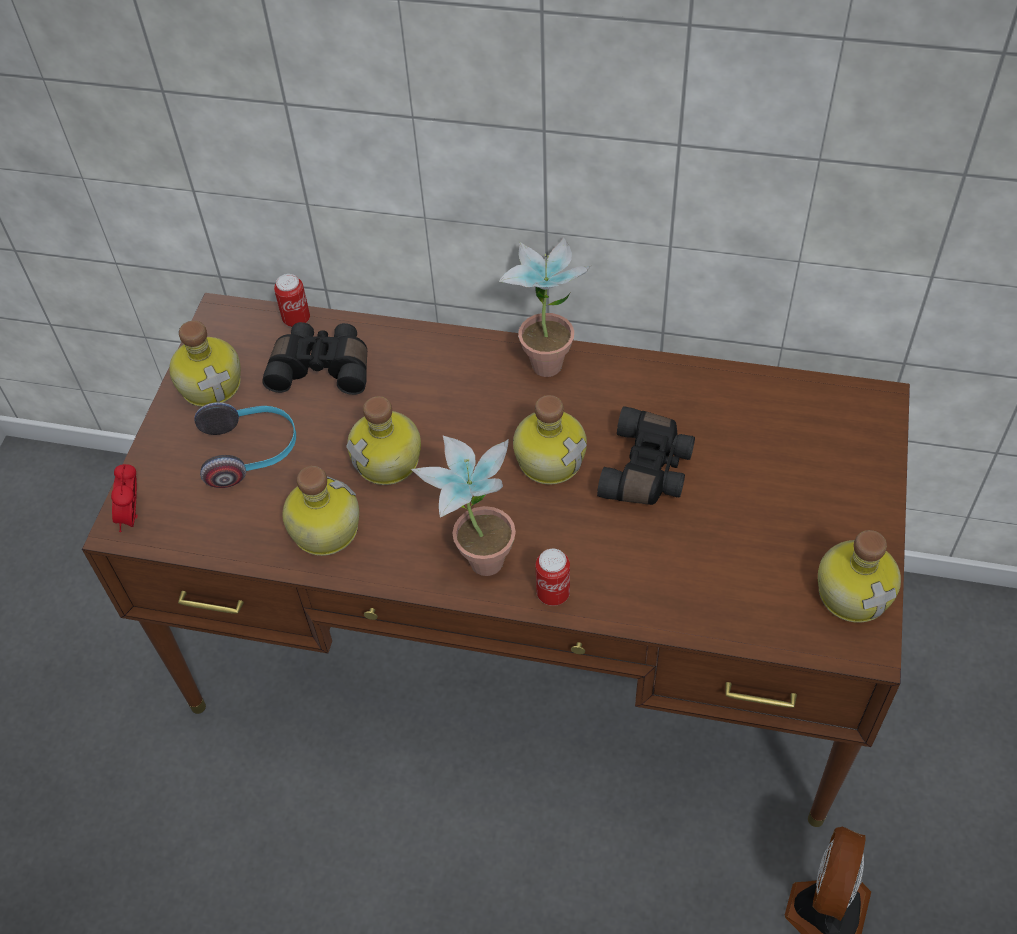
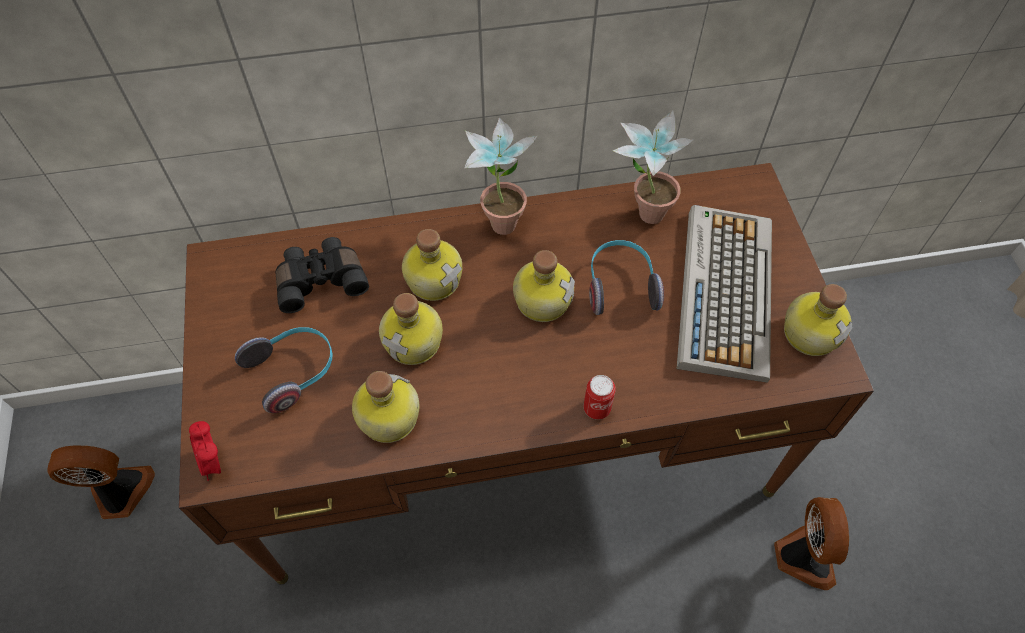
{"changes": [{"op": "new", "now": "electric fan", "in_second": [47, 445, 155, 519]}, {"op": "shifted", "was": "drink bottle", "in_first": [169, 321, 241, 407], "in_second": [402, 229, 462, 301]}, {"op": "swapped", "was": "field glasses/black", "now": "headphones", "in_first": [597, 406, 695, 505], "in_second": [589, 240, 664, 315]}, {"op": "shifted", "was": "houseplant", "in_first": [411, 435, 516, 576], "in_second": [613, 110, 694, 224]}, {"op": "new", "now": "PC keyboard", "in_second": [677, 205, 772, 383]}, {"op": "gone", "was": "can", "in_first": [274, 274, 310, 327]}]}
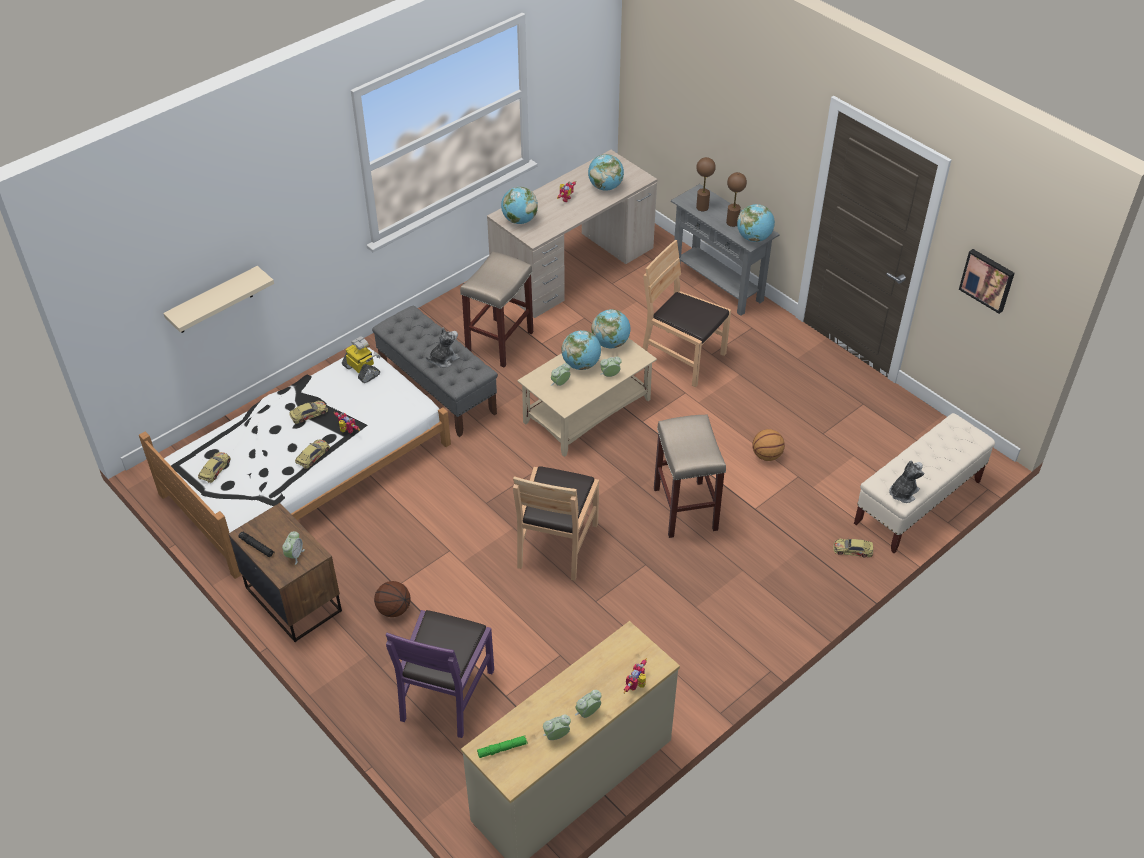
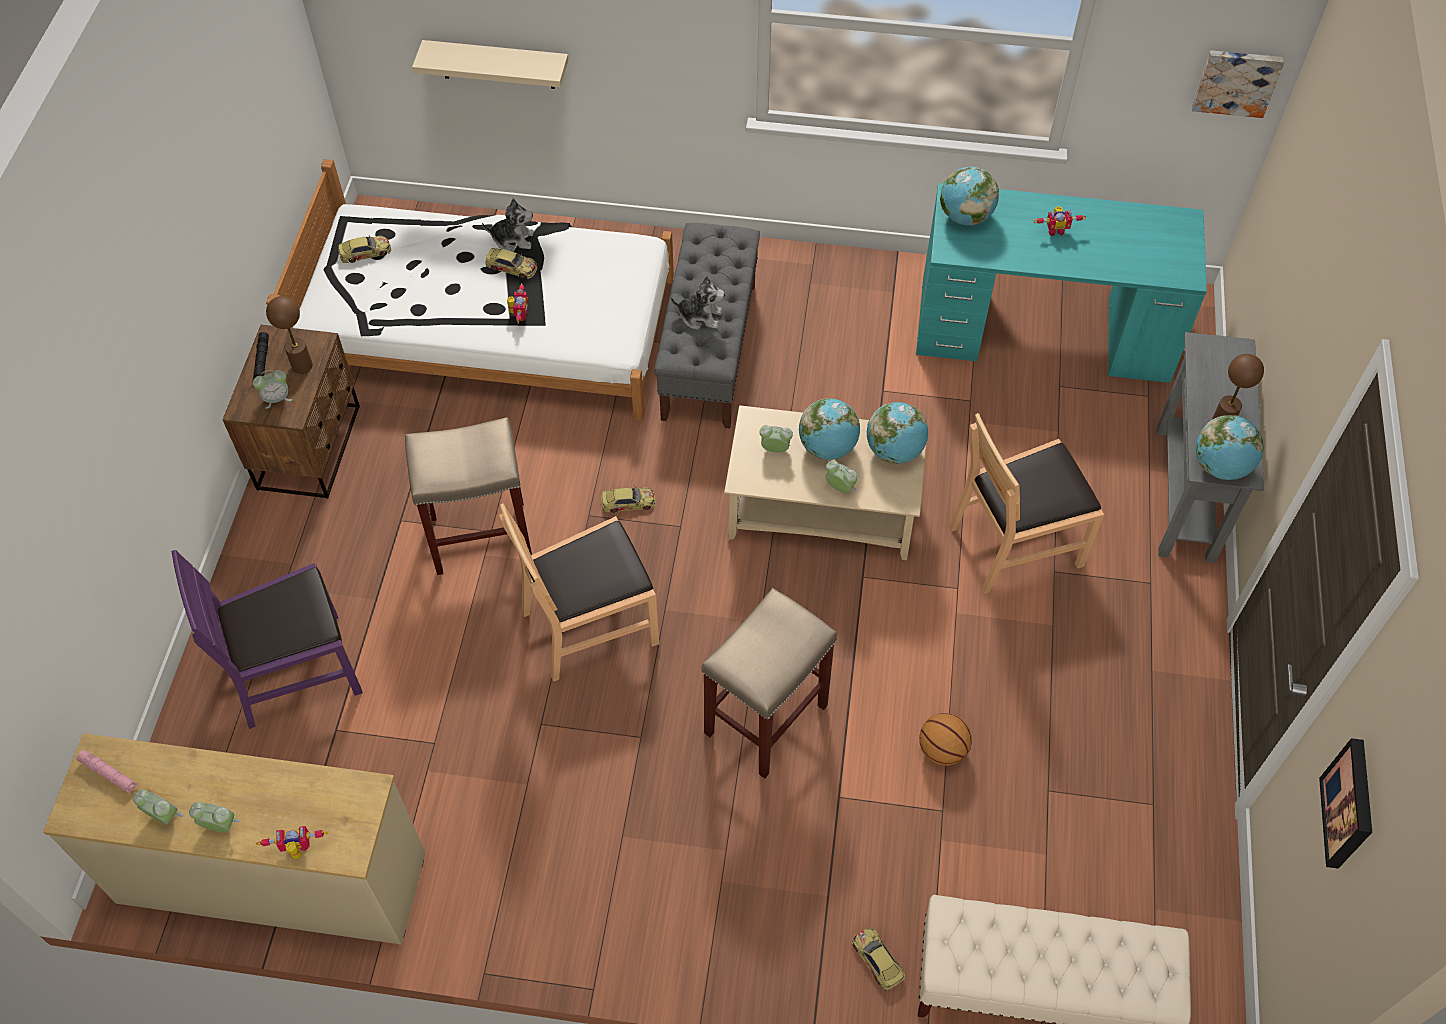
{"changes": [{"op": "repainted", "was": "hand torch/green-coloured", "now": "hand torch/pink-coloured", "in_first": [477, 735, 528, 758], "in_second": [77, 750, 138, 794]}, {"op": "shifted", "was": "table lamp/brown", "in_first": [696, 157, 716, 211], "in_second": [266, 296, 313, 374]}, {"op": "shifted", "was": "stool seat/beige-coloured", "in_first": [460, 252, 533, 368], "in_second": [405, 417, 532, 575]}, {"op": "shifted", "was": "plush toy", "in_first": [889, 461, 924, 503], "in_second": [482, 198, 534, 252]}, {"op": "shifted", "was": "model car", "in_first": [295, 440, 330, 469], "in_second": [601, 486, 655, 513]}, {"op": "repainted", "was": "desk/beige-coloured", "now": "desk/turquoise-coloured", "in_first": [487, 150, 657, 318], "in_second": [916, 183, 1207, 383]}, {"op": "rotated", "was": "upright chair/brown", "in_first": [642, 240, 731, 387], "in_second": [949, 413, 1104, 594], "clockwise": -105}, {"op": "new", "now": "wall art", "in_second": [1192, 50, 1284, 118]}, {"op": "gone", "was": "model robot", "in_first": [342, 336, 380, 383]}, {"op": "gone", "was": "basketball", "in_first": [374, 581, 411, 617]}, {"op": "gone", "was": "world globe", "in_first": [588, 154, 624, 191]}]}
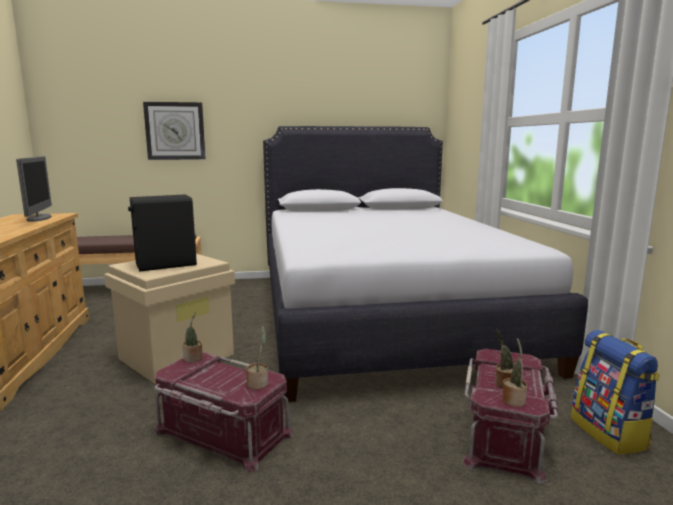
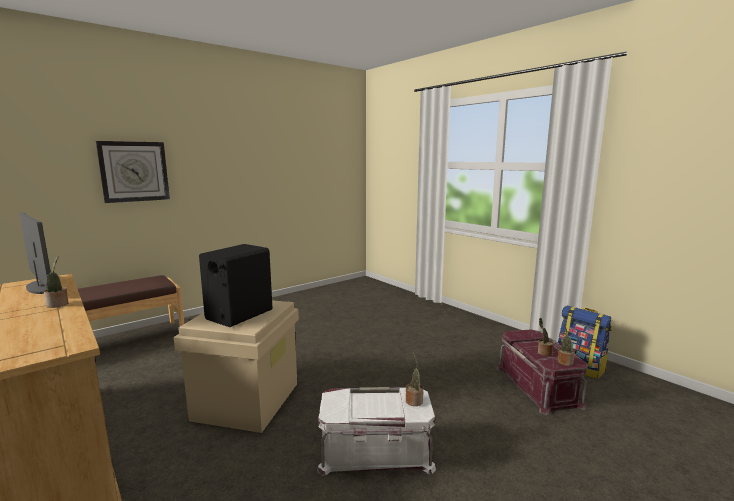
{"changes": [{"op": "shifted", "was": "houseplant", "in_first": [182, 312, 203, 363], "in_second": [44, 256, 69, 308]}, {"op": "repainted", "was": "storage box/red", "now": "storage box/whitish", "in_first": [154, 352, 294, 472], "in_second": [317, 387, 436, 476]}, {"op": "gone", "was": "bed/whitish", "in_first": [263, 126, 588, 402]}]}
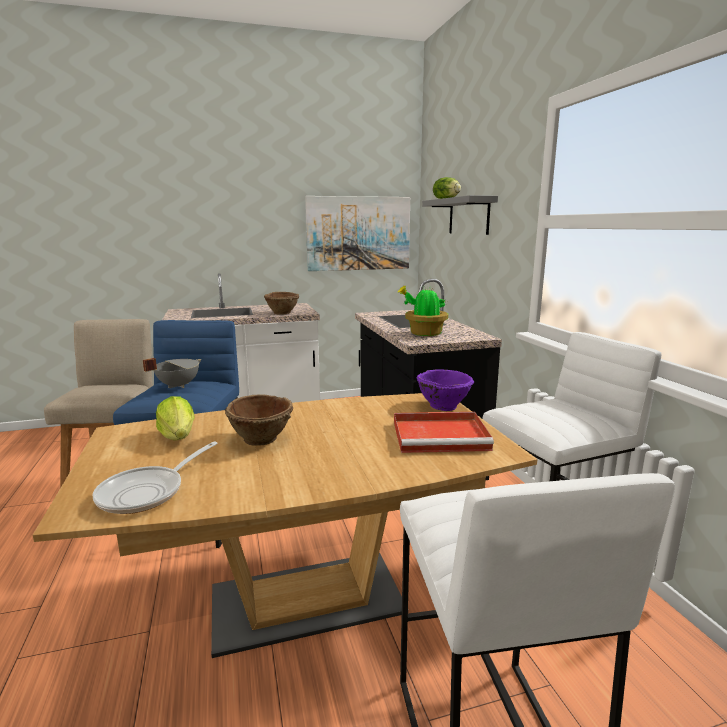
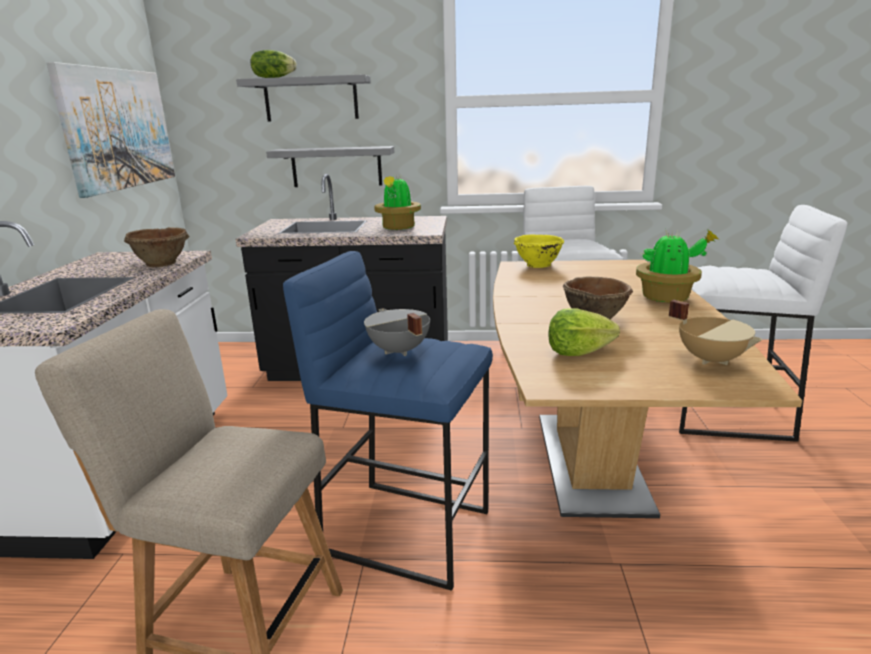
{"changes": [{"op": "new", "now": "bracket shelf/greyish", "in_second": [266, 146, 394, 187]}, {"op": "repainted", "was": "deep dish/purple", "now": "deep dish/yellowish", "in_first": [417, 369, 474, 411], "in_second": [514, 235, 564, 268]}, {"op": "new", "now": "houseplant", "in_second": [636, 230, 719, 303]}, {"op": "swapped", "was": "frying pan", "now": "cooking pot/beige-coloured", "in_first": [92, 441, 218, 514], "in_second": [669, 300, 762, 365]}, {"op": "gone", "was": "serving tray/red", "in_first": [394, 412, 494, 453]}]}
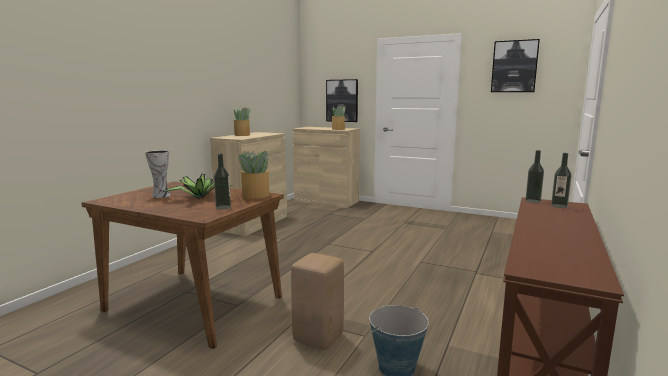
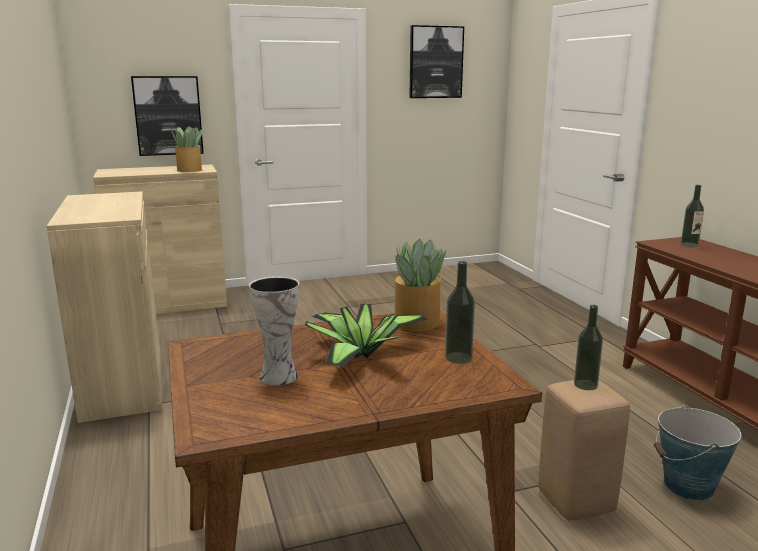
{"changes": [{"op": "shifted", "was": "drink bottle", "in_first": [525, 150, 544, 203], "in_second": [574, 305, 603, 390]}, {"op": "gone", "was": "houseplant", "in_first": [233, 108, 251, 136]}]}
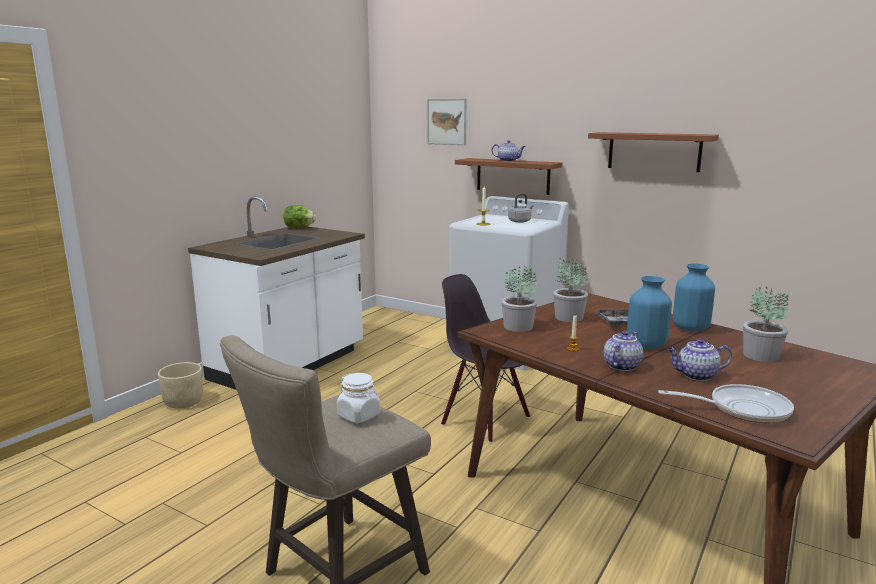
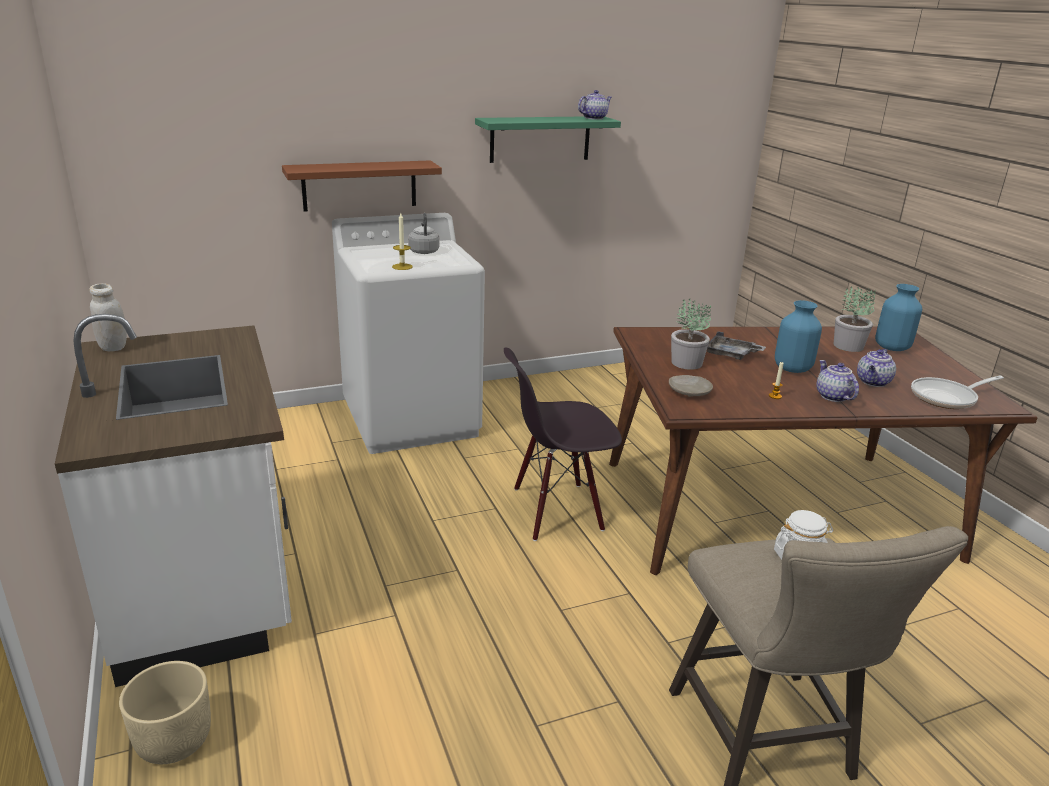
{"changes": [{"op": "swapped", "was": "lettuce", "now": "preserve jar/whitish", "in_first": [283, 205, 316, 228], "in_second": [89, 283, 127, 352]}, {"op": "repainted", "was": "bracket shelf/brown", "now": "bracket shelf/green-coloured", "in_first": [588, 132, 719, 172], "in_second": [475, 116, 621, 163]}, {"op": "shifted", "was": "tea pot", "in_first": [492, 140, 525, 162], "in_second": [578, 90, 612, 120]}, {"op": "swapped", "was": "houseplant", "now": "flat dish/beige-coloured", "in_first": [501, 265, 537, 332], "in_second": [669, 375, 713, 397]}, {"op": "shifted", "was": "vase/blue-coloured", "in_first": [673, 264, 715, 331], "in_second": [875, 284, 922, 351]}, {"op": "rotated", "was": "frying pan", "in_first": [658, 384, 794, 423], "in_second": [911, 376, 1004, 409], "clockwise": -150}, {"op": "gone", "was": "wall art", "in_first": [427, 99, 466, 145]}]}
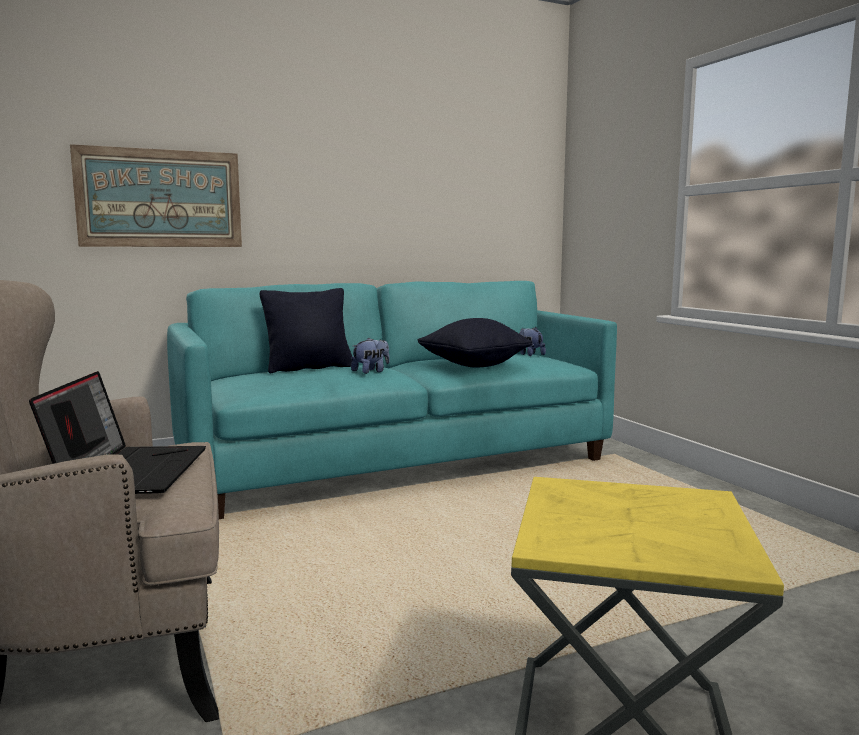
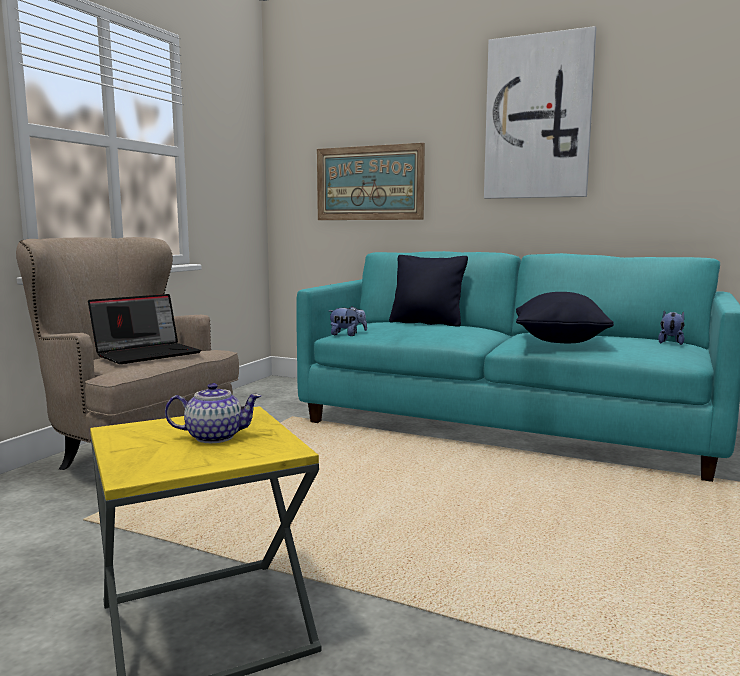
{"changes": [{"op": "new", "now": "tea pot", "in_second": [165, 383, 261, 443]}, {"op": "shifted", "was": "plush toy", "in_first": [351, 338, 390, 374], "in_second": [329, 306, 367, 336]}, {"op": "new", "now": "wall art", "in_second": [484, 26, 596, 199]}]}
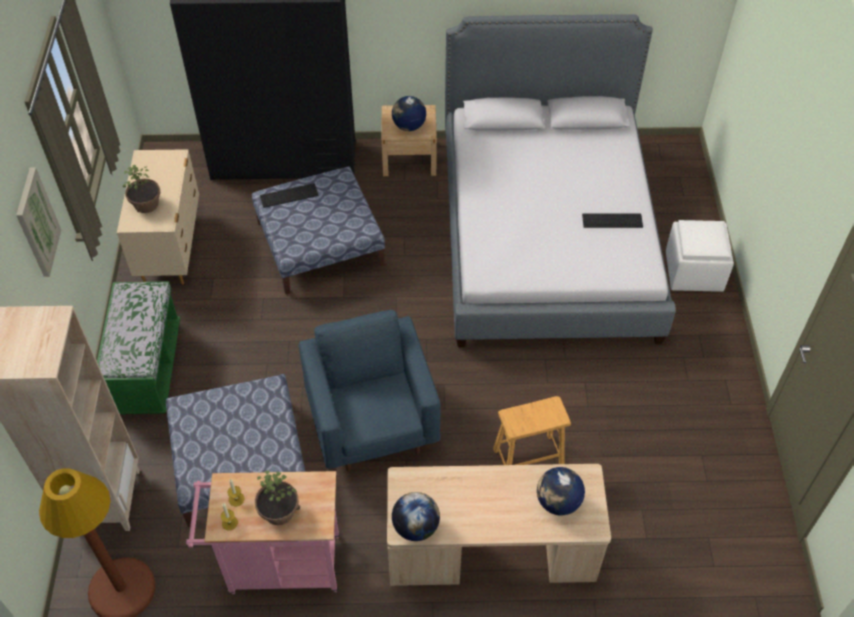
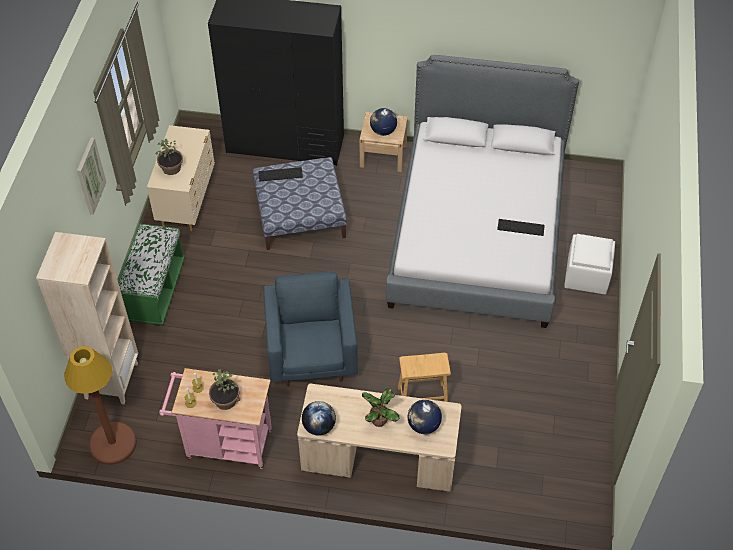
{"changes": [{"op": "new", "now": "houseplant", "in_second": [362, 389, 399, 427]}, {"op": "gone", "was": "ottoman", "in_first": [166, 374, 305, 527]}]}
